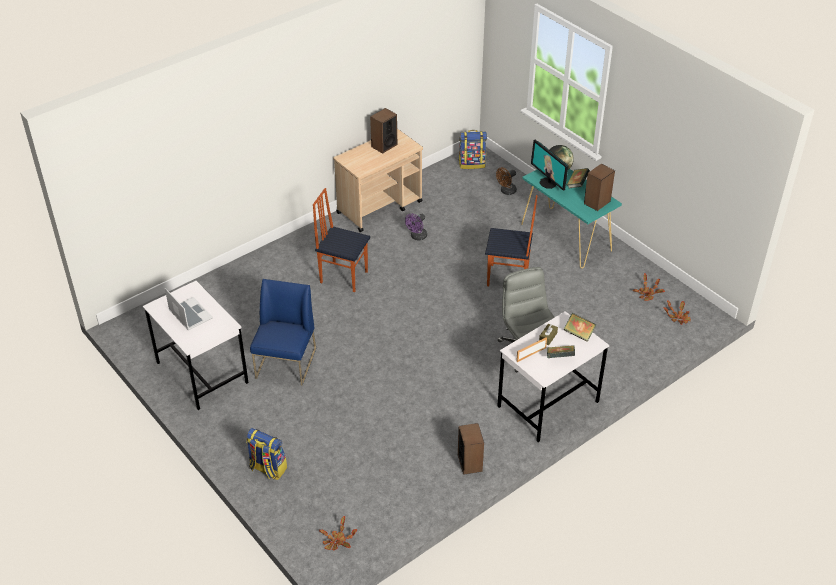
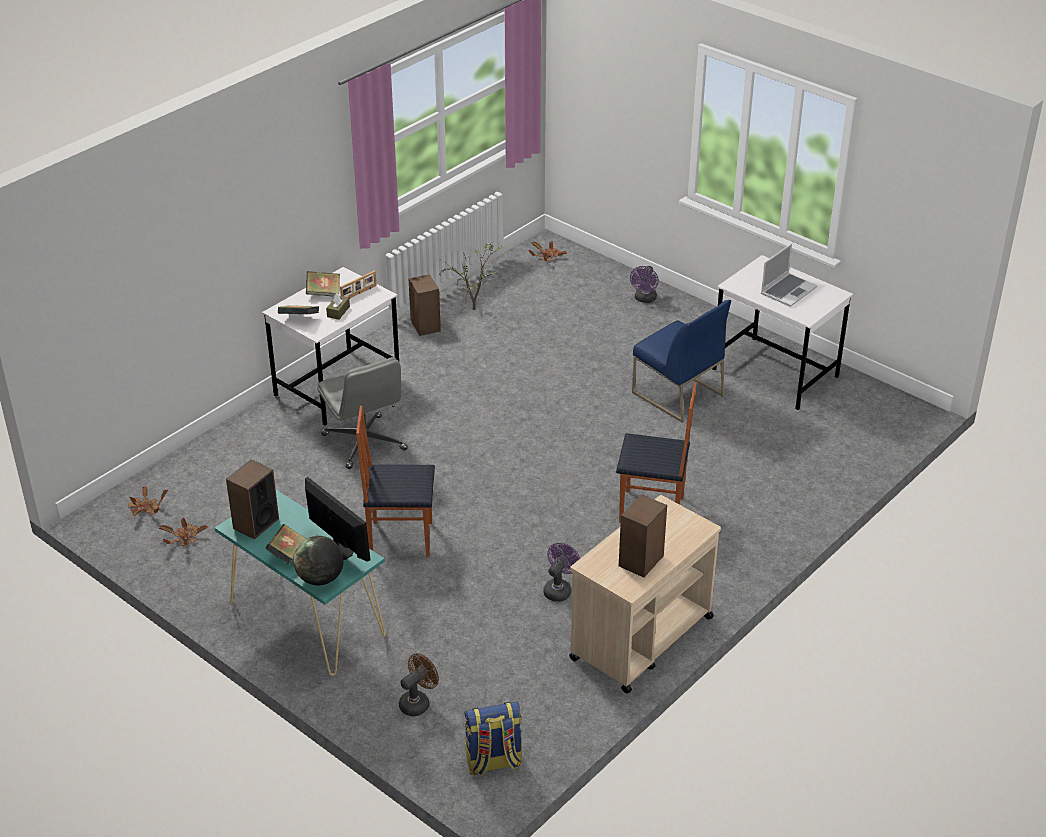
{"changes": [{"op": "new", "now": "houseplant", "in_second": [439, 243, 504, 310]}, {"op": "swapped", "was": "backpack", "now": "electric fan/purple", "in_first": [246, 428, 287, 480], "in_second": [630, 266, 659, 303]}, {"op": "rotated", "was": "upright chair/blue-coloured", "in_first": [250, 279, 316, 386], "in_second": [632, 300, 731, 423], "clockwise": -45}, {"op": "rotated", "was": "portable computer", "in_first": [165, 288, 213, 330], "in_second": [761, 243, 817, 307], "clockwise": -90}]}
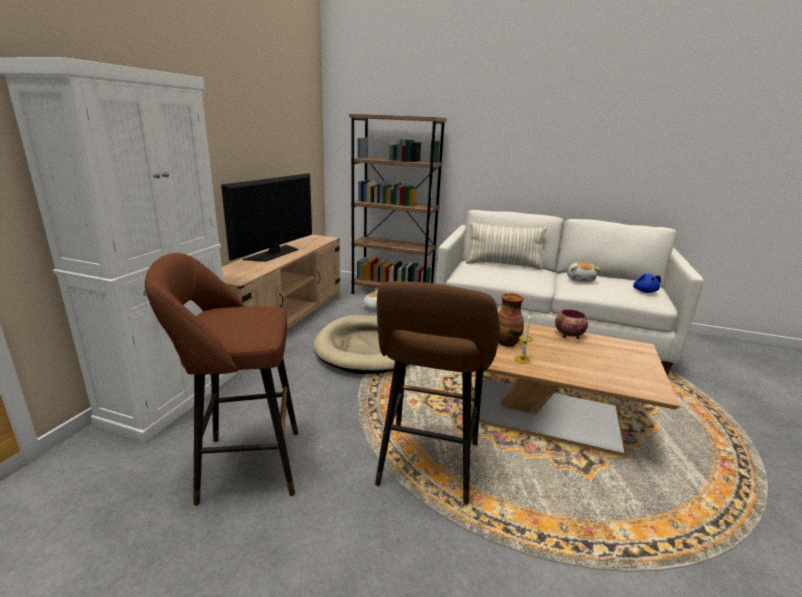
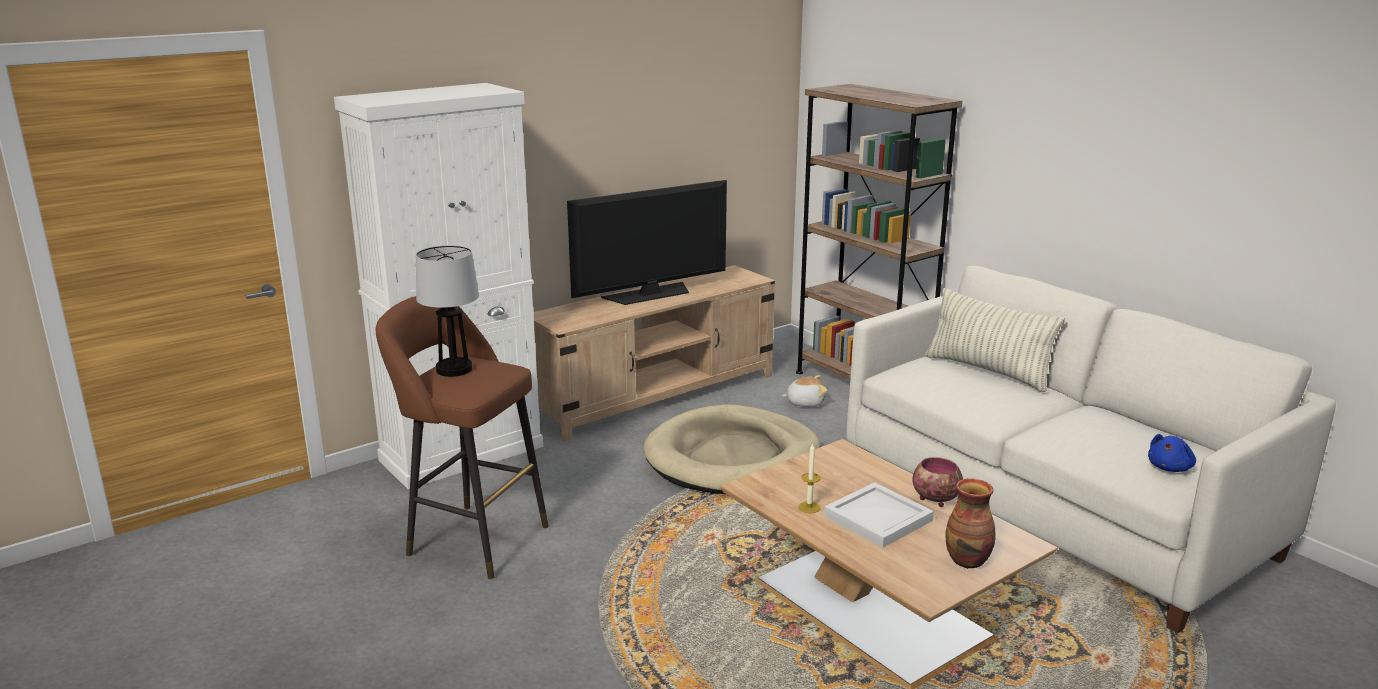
{"changes": [{"op": "new", "now": "table lamp", "in_second": [416, 245, 479, 377]}, {"op": "new", "now": "serving tray/whitish", "in_second": [824, 482, 934, 548]}, {"op": "shifted", "was": "vase", "in_first": [498, 293, 524, 347], "in_second": [945, 478, 996, 569]}, {"op": "gone", "was": "stool seat/brown", "in_first": [375, 281, 500, 504]}, {"op": "gone", "was": "plush toy", "in_first": [567, 262, 601, 282]}]}
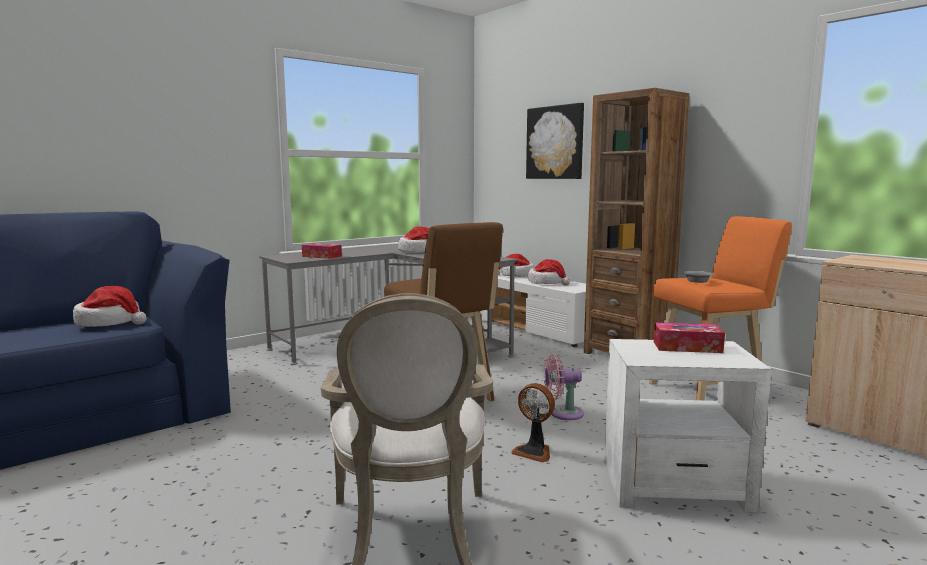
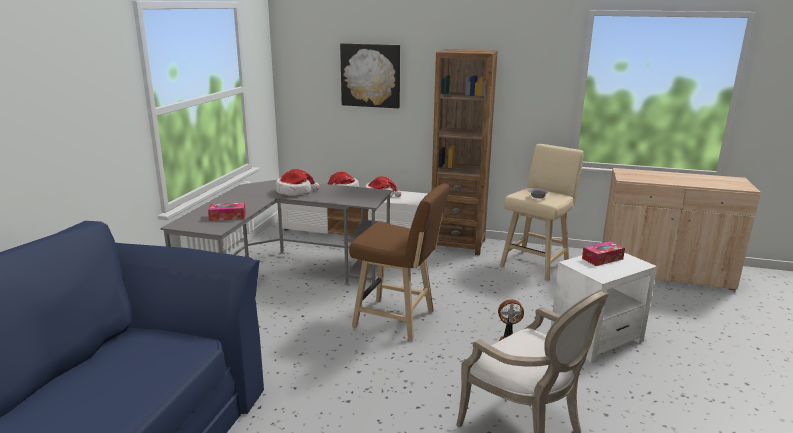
{"changes": [{"op": "repainted", "was": "stool seat/orange", "now": "stool seat/beige-coloured", "in_first": [649, 216, 792, 400], "in_second": [499, 144, 584, 281]}, {"op": "gone", "was": "clothing hat", "in_first": [73, 286, 147, 327]}, {"op": "gone", "was": "electric fan/pink-coloured", "in_first": [544, 354, 584, 420]}]}
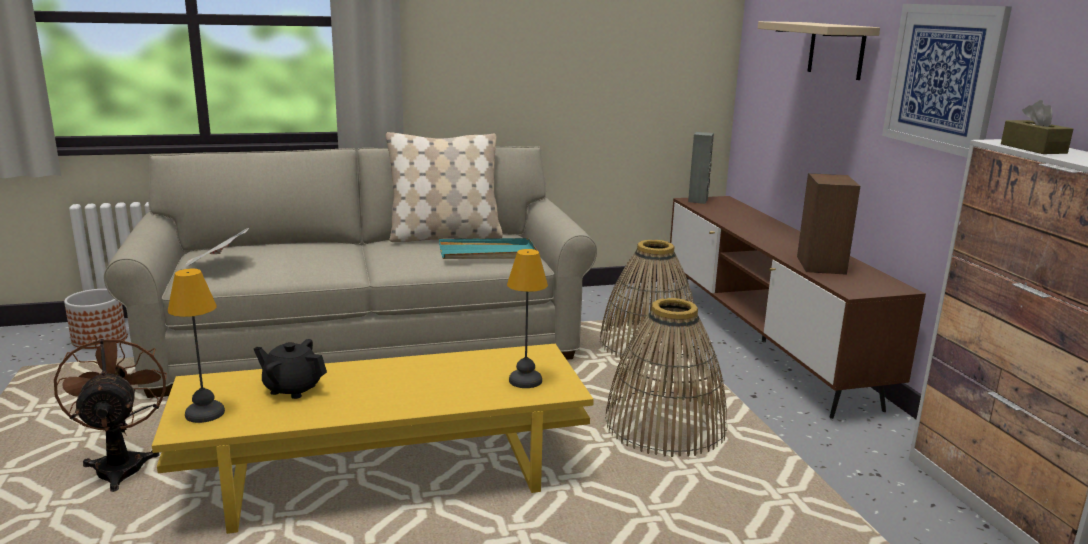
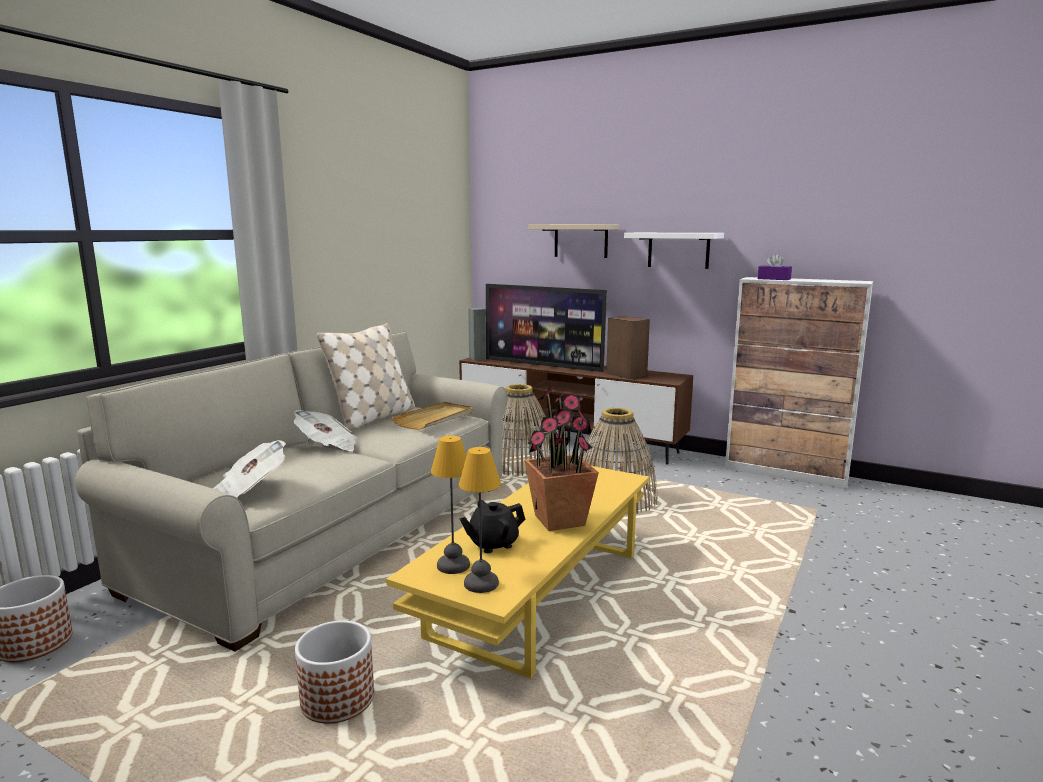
{"changes": [{"op": "new", "now": "printed paper", "in_second": [293, 410, 357, 451]}, {"op": "swapped", "was": "electric fan/brown", "now": "plant pot", "in_first": [54, 333, 167, 492], "in_second": [295, 620, 374, 724]}, {"op": "repainted", "was": "serving tray/turquoise-coloured", "now": "serving tray/beige-coloured", "in_first": [439, 238, 537, 259], "in_second": [391, 402, 473, 430]}, {"op": "shifted", "was": "table lamp", "in_first": [507, 249, 548, 388], "in_second": [431, 435, 470, 574]}, {"op": "new", "now": "TV set", "in_second": [486, 284, 607, 372]}, {"op": "new", "now": "houseplant", "in_second": [524, 386, 599, 531]}, {"op": "swapped", "was": "wall art", "now": "bracket shelf/whitish", "in_first": [882, 4, 1012, 157], "in_second": [624, 233, 724, 269]}, {"op": "repainted", "was": "box of tissues/brown", "now": "box of tissues/purple", "in_first": [1001, 100, 1073, 154], "in_second": [758, 254, 792, 280]}]}
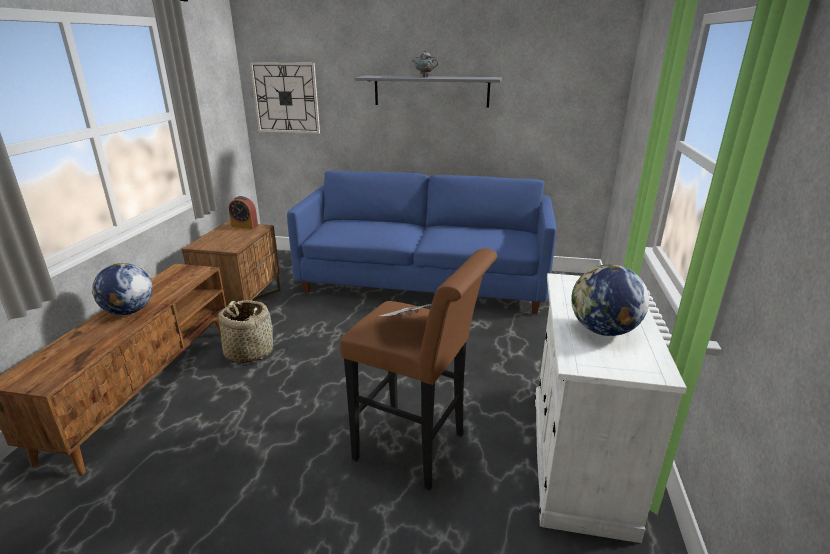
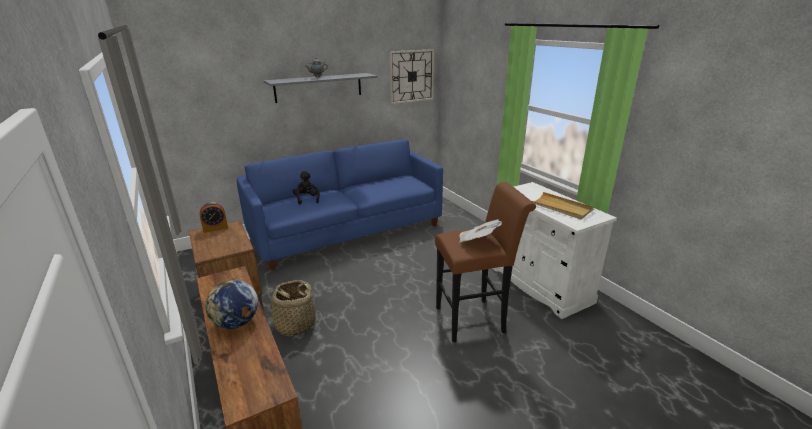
{"changes": [{"op": "new", "now": "plush toy/black", "in_second": [293, 171, 320, 205]}, {"op": "shifted", "was": "hanging clock", "in_first": [250, 62, 320, 134], "in_second": [390, 49, 434, 104]}, {"op": "swapped", "was": "world globe", "now": "serving tray/beige-coloured", "in_first": [571, 264, 649, 336], "in_second": [532, 192, 594, 220]}]}
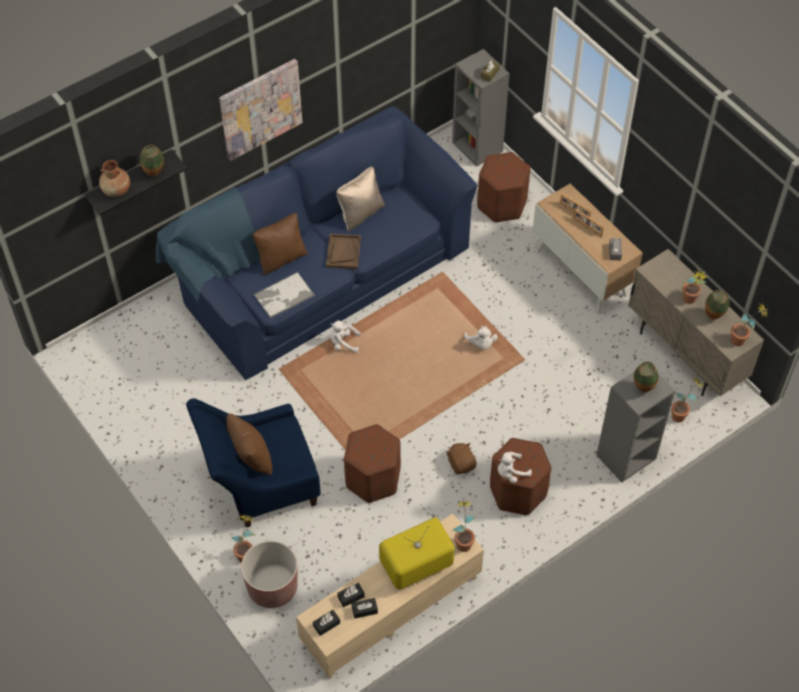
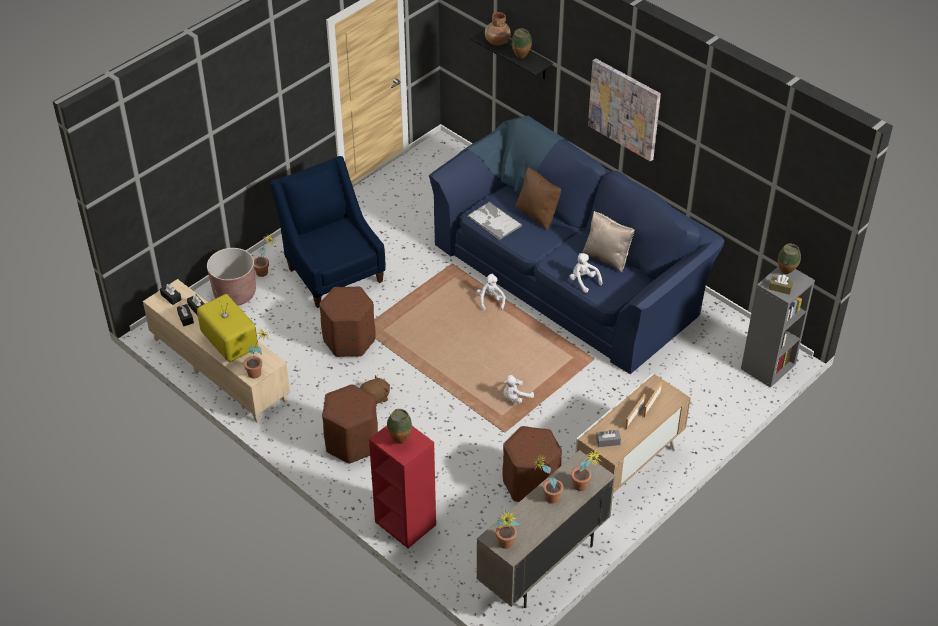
{"changes": [{"op": "repainted", "was": "shelving unit/greyish", "now": "shelving unit/red", "in_first": [596, 371, 675, 482], "in_second": [369, 425, 436, 548]}, {"op": "shifted", "was": "ottoman/brown", "in_first": [477, 152, 530, 223], "in_second": [502, 426, 562, 502]}, {"op": "shifted", "was": "plush toy/whitish", "in_first": [498, 452, 532, 483], "in_second": [570, 253, 603, 293]}, {"op": "shifted", "was": "houseplant", "in_first": [671, 378, 703, 422], "in_second": [571, 451, 602, 491]}, {"op": "shifted", "was": "vase", "in_first": [705, 290, 730, 319], "in_second": [778, 243, 801, 274]}, {"op": "gone", "was": "pillow/brown", "in_first": [226, 414, 272, 475]}, {"op": "gone", "was": "serving tray/brown", "in_first": [326, 234, 361, 269]}]}
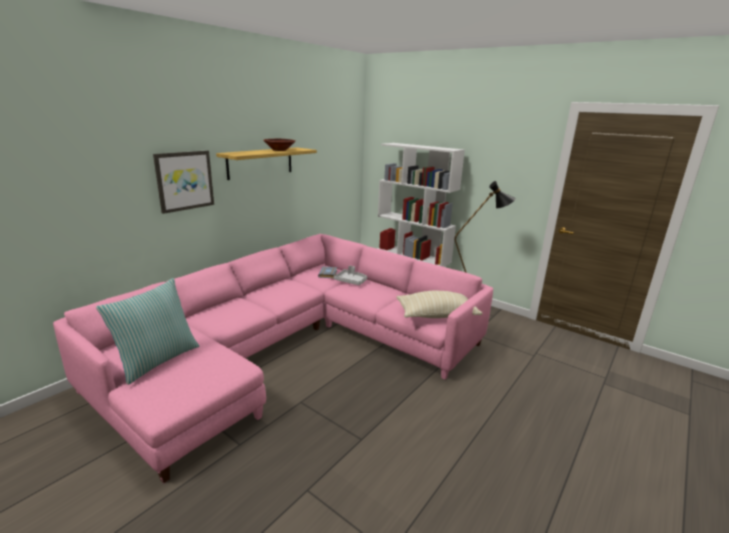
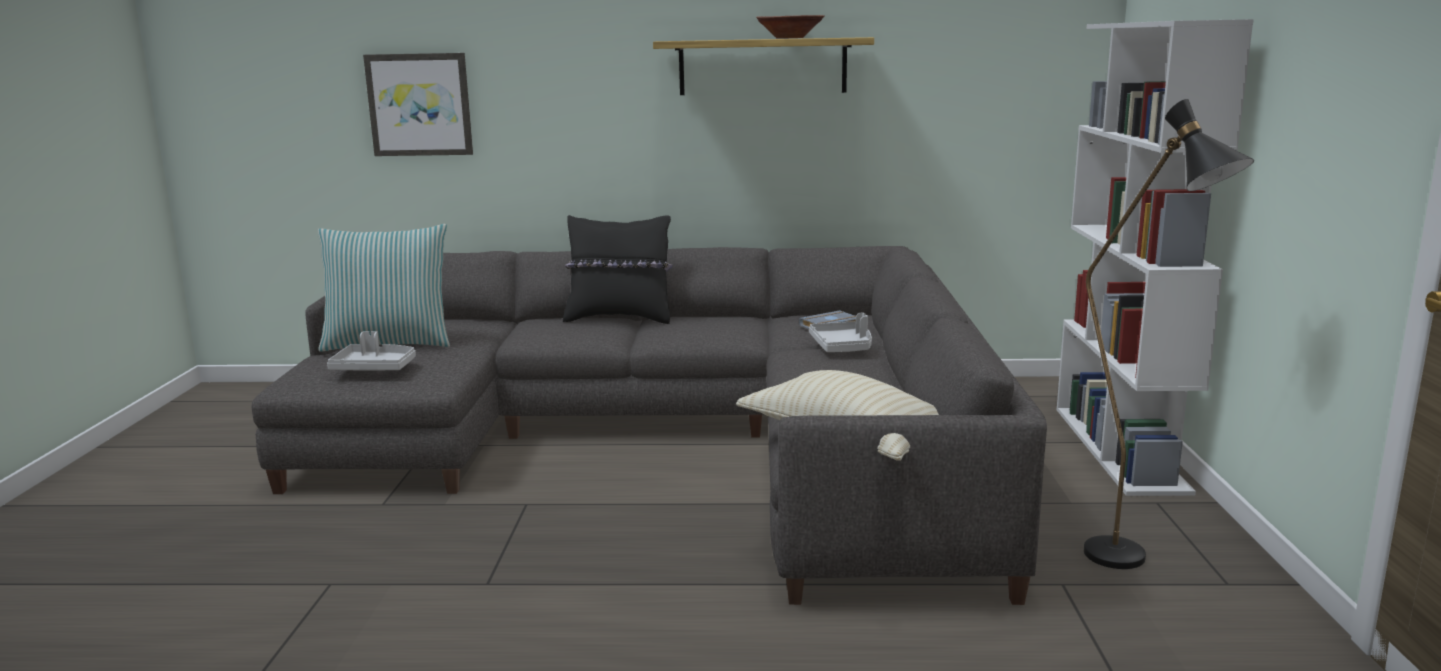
{"changes": [{"op": "repainted", "was": "sofa/pink-coloured", "now": "sofa/greyish", "in_first": [53, 234, 493, 483], "in_second": [251, 246, 1047, 605]}, {"op": "new", "now": "serving tray/greyish", "in_second": [327, 331, 416, 371]}, {"op": "shifted", "was": "wall art", "in_first": [153, 150, 214, 214], "in_second": [363, 53, 473, 156]}, {"op": "new", "now": "pillow/black", "in_second": [563, 215, 673, 324]}]}
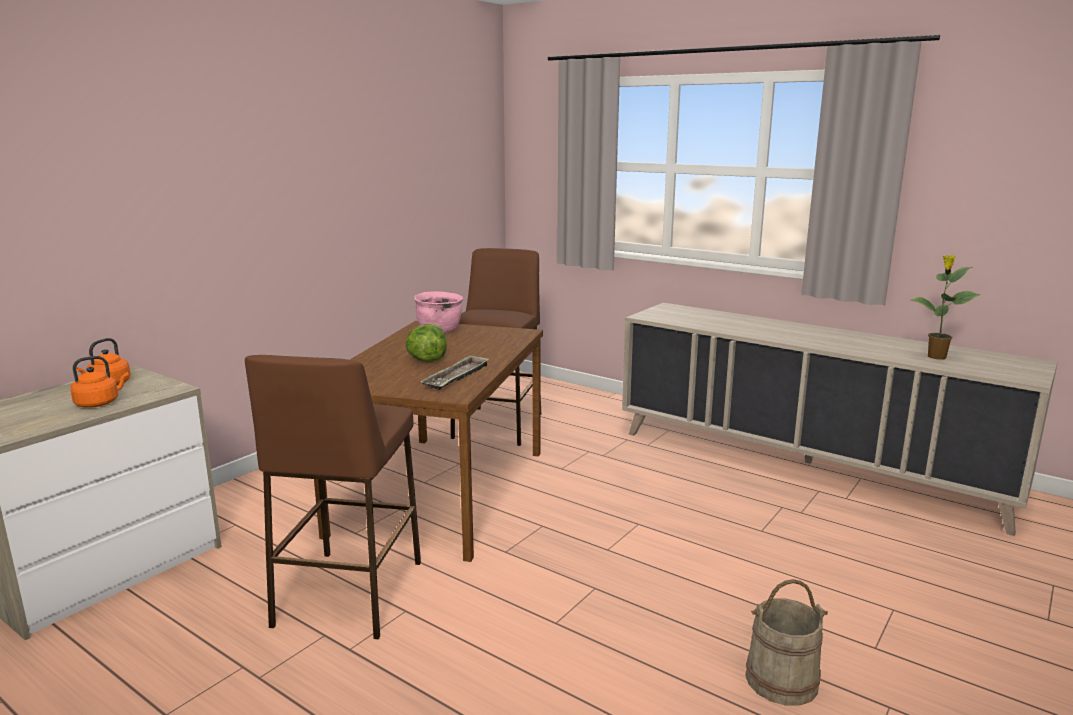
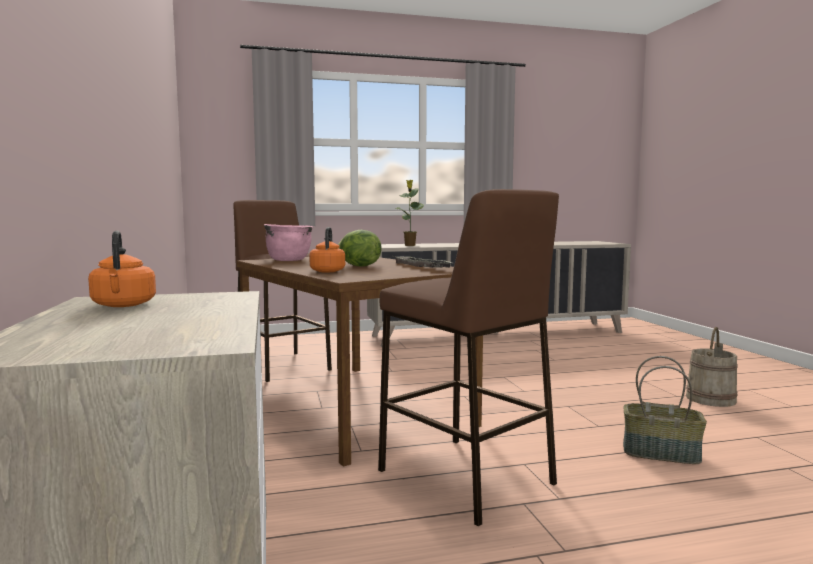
{"changes": [{"op": "shifted", "was": "kettle/orange", "in_first": [70, 356, 129, 408], "in_second": [309, 227, 345, 272]}, {"op": "shifted", "was": "houseplant", "in_first": [910, 255, 981, 359], "in_second": [395, 180, 425, 246]}, {"op": "new", "now": "basket", "in_second": [623, 356, 707, 464]}]}
